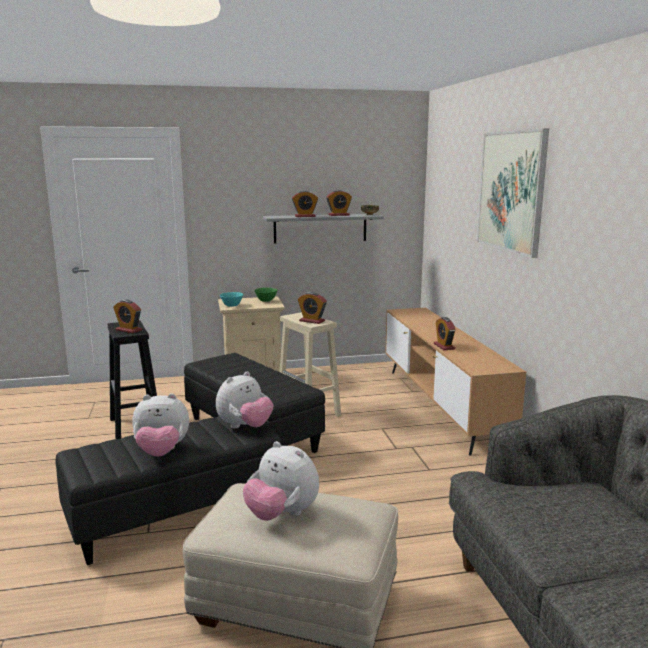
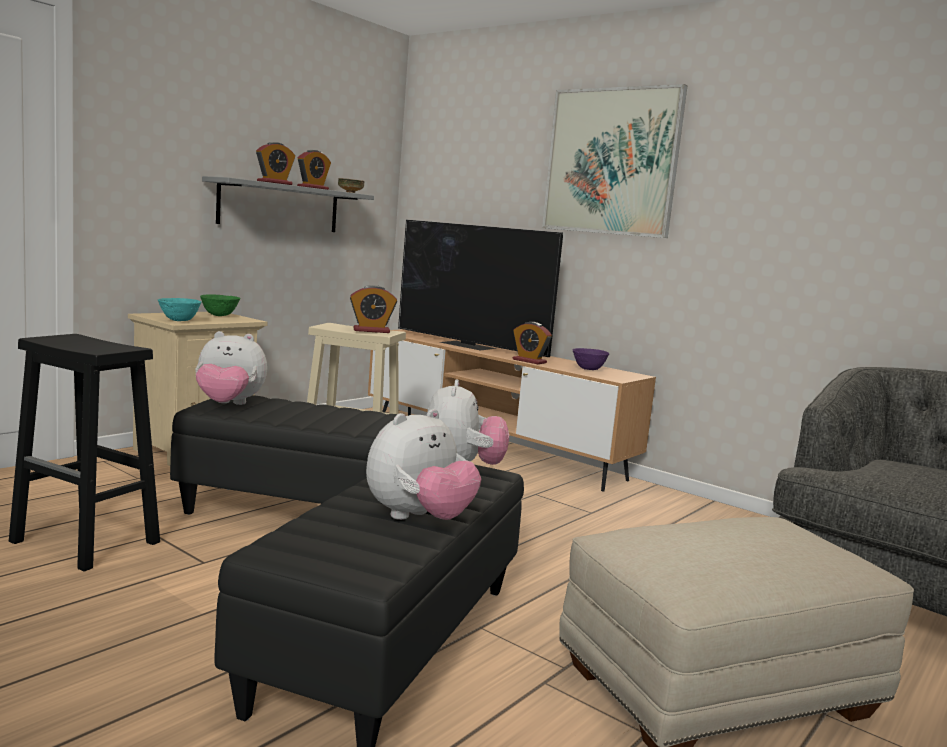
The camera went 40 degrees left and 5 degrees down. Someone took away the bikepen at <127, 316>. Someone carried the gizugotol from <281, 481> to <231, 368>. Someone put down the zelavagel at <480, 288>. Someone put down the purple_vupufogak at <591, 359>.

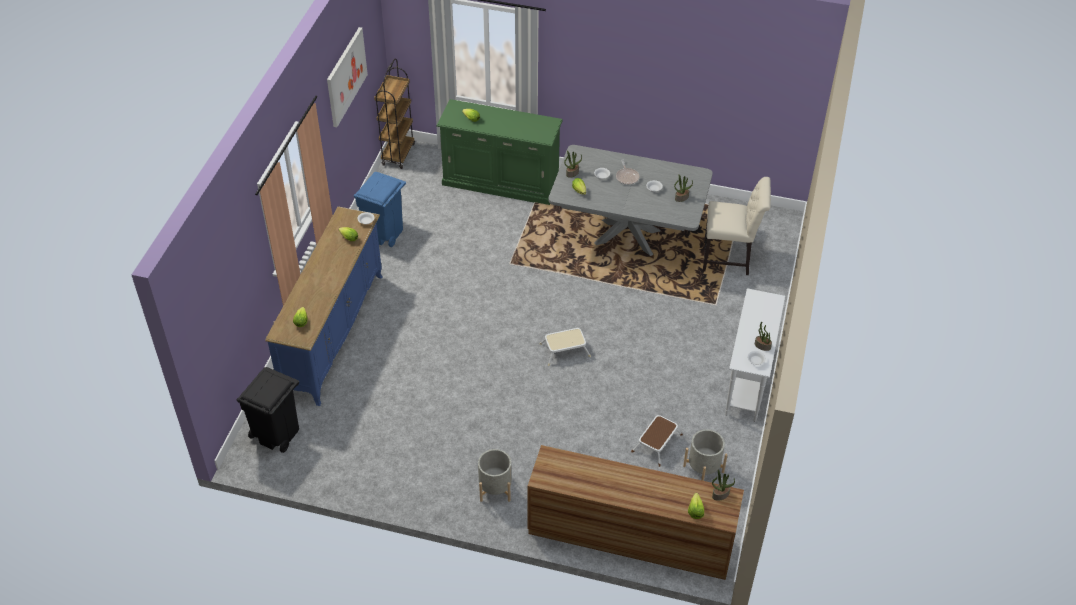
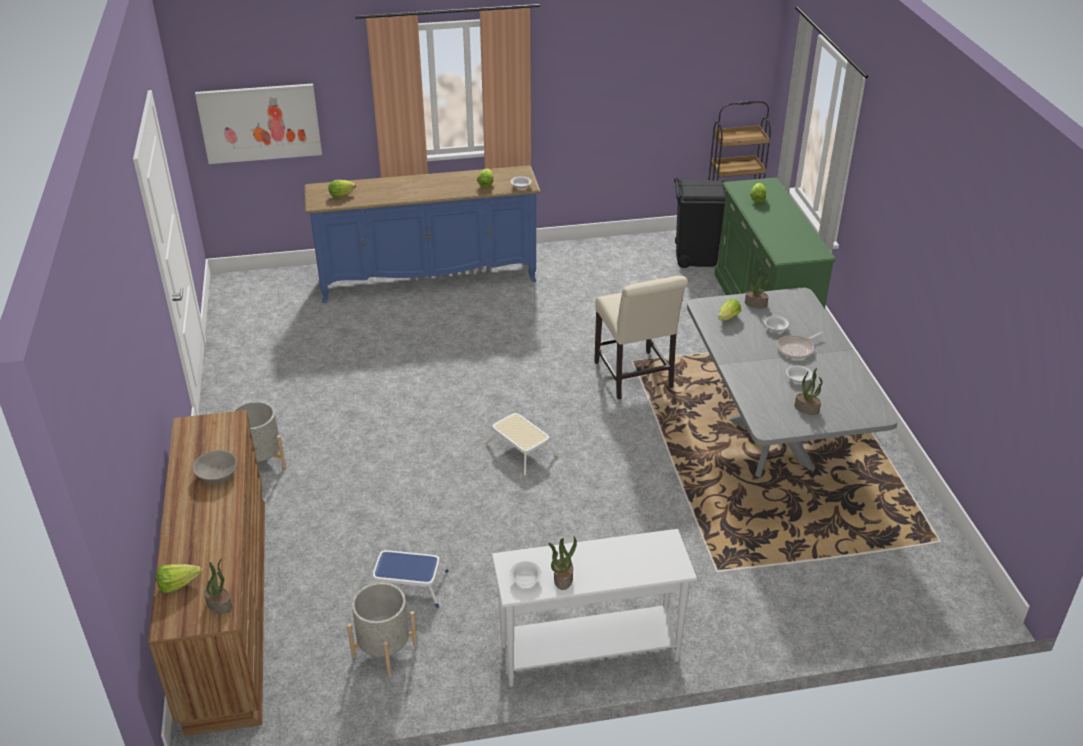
The camera went 65 degrees right and 10 degrees down. Someone carried the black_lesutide from <267, 410> to <700, 223>. Someone carried the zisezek from <347, 77> to <258, 123>. Someone took away the blue_lesutide at <380, 209>. Someone repainted the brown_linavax at <657, 441>, which became the blue_linavax at <411, 579>. Someone carried the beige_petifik from <737, 226> to <641, 337>. Someone put down the grey_vupufogak at <215, 466>.

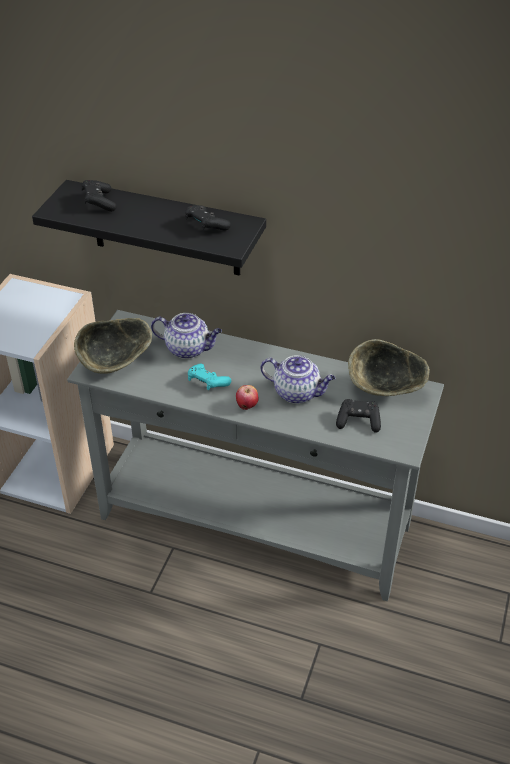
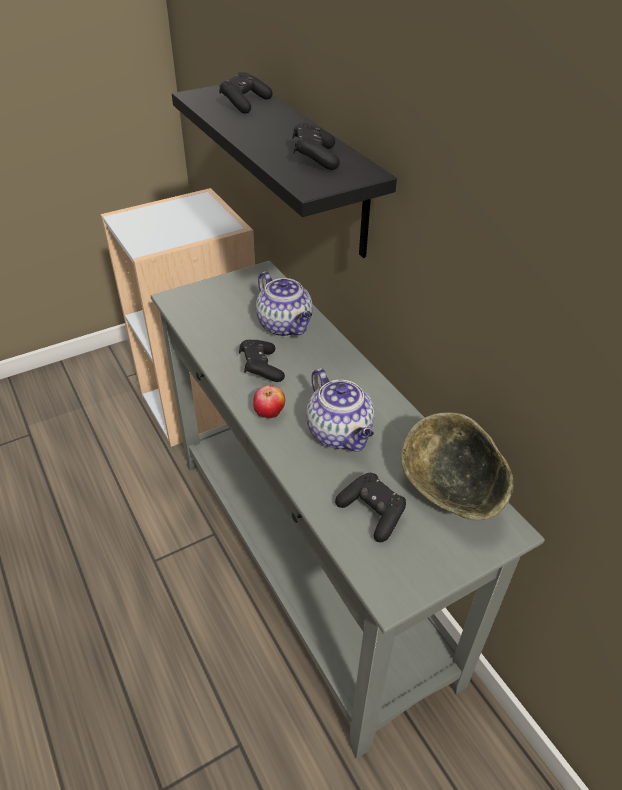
The camera went 40 degrees right and 0 degrees up. Someone took away the vupufogak at <113, 346>. Someone repainted the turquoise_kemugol at <209, 377>, which became the black_kemugol at <262, 361>.

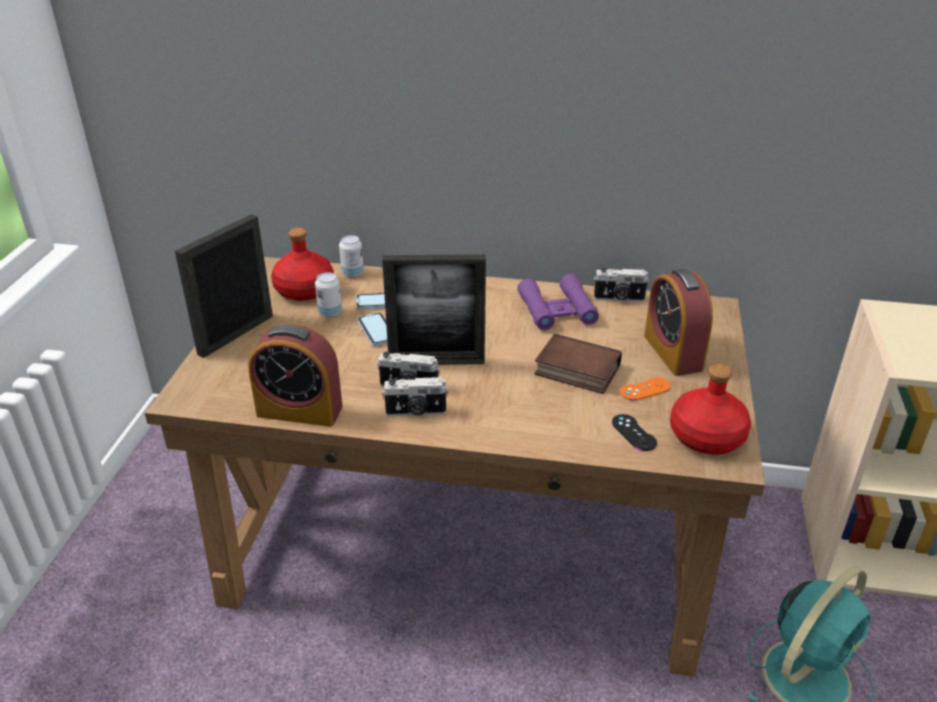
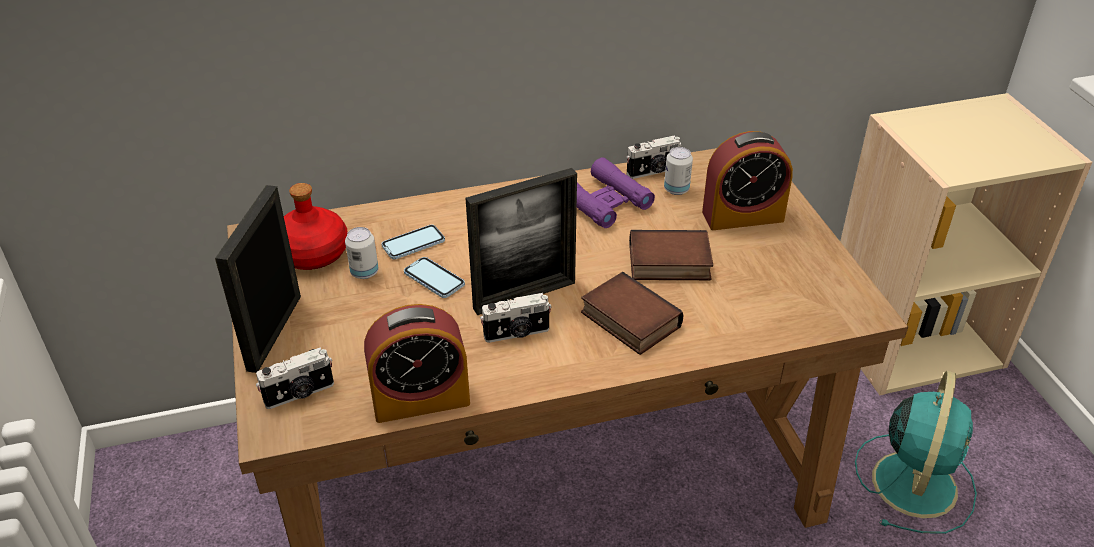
The camera went 25 degrees left and 5 degrees up. Someone carried the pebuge from <351, 256> to <678, 171>. Someone carried the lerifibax from <415, 396> to <295, 378>. Someone took away the black_kemugol at <634, 432>. Someone took away the orange_kemugol at <645, 389>. Someone rotated the bikepen at <678, 322> by 60 degrees counterclockwise. Someone took away the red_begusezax at <710, 409>. Someone put down the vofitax at <632, 313>.

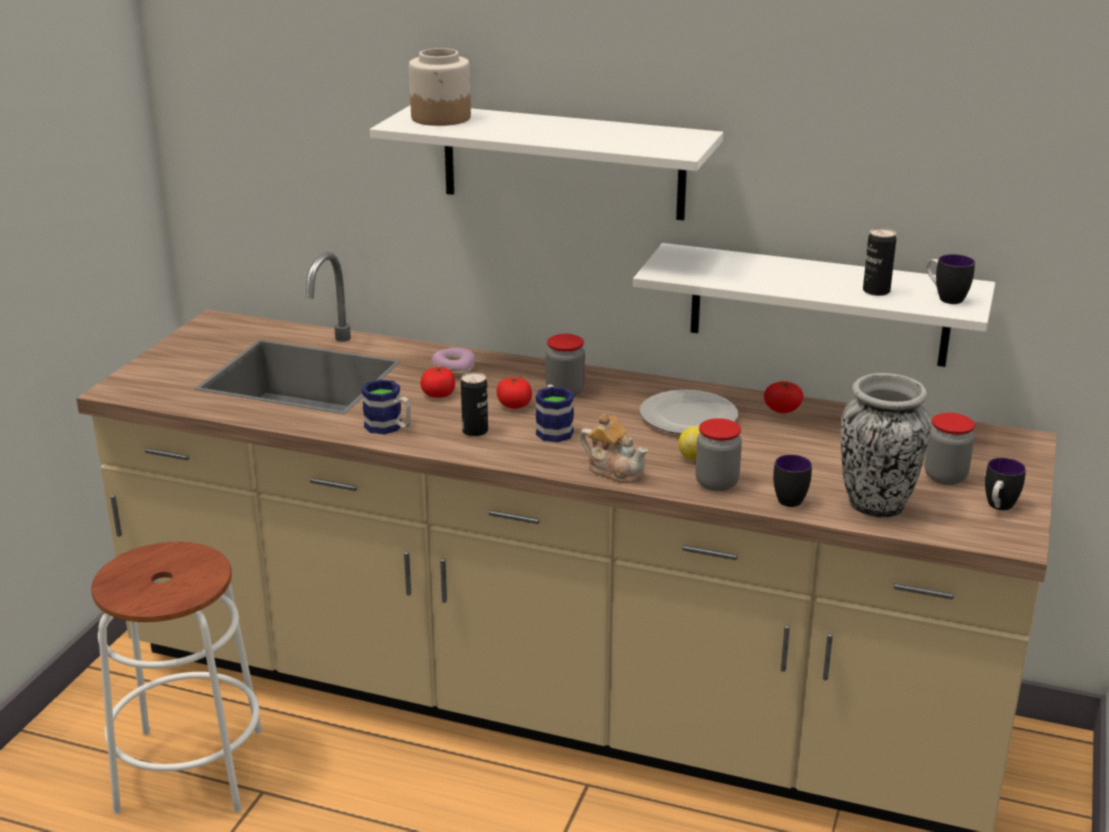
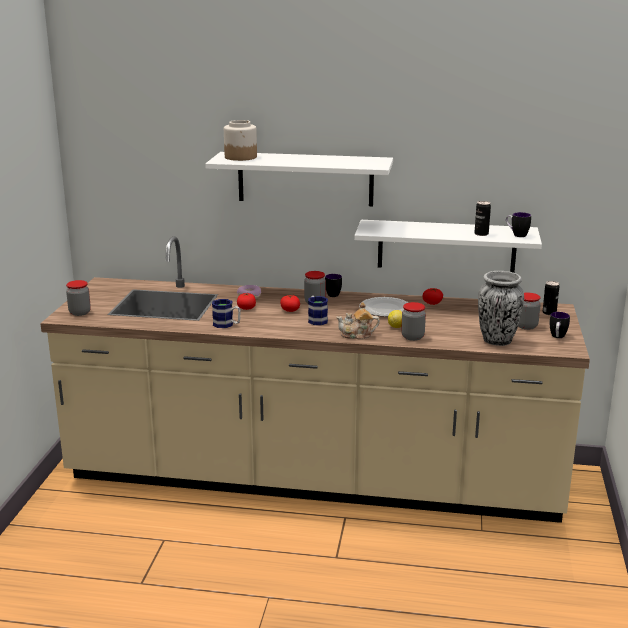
The camera went 10 degrees left and 5 degrees down. Someone took away the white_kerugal at <176, 678>. Someone carried the pebuge from <474, 404> to <551, 298>. Someone rotated the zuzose at <614, 448> by 150 degrees clockwise. Someone carried the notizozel from <792, 481> to <333, 285>. Someone put down the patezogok at <78, 298>.

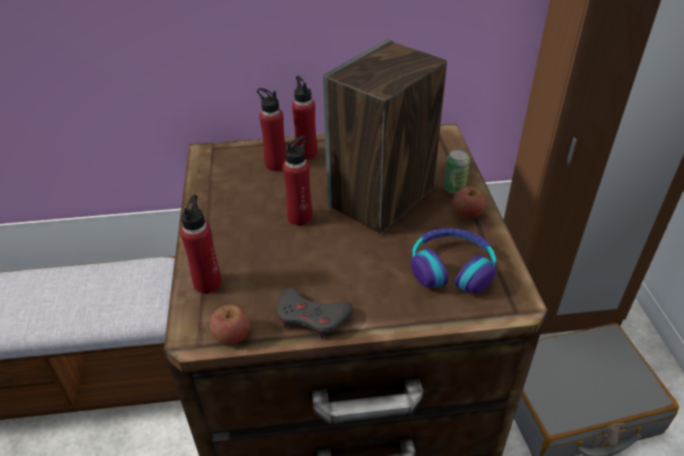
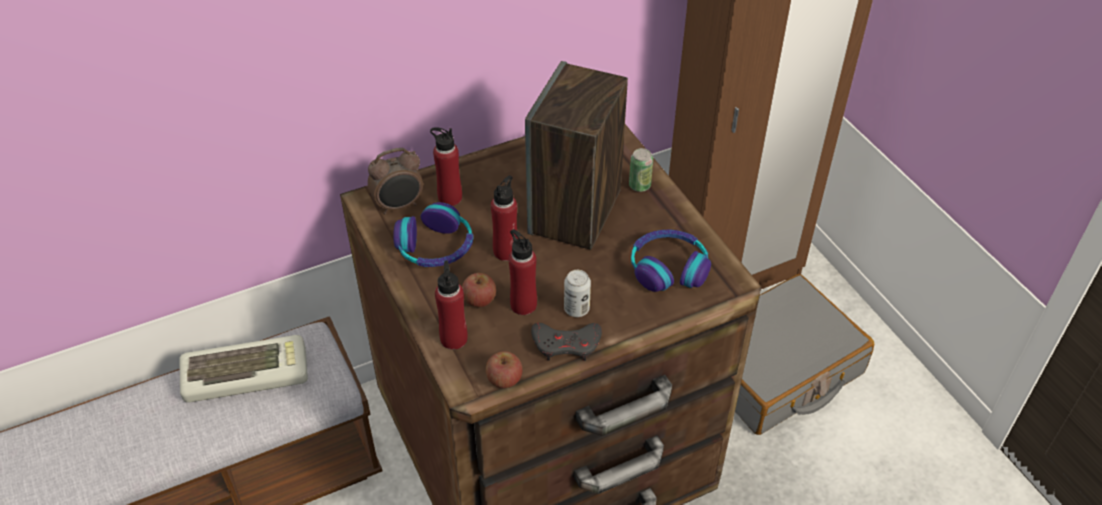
The camera went 20 degrees left and 5 degrees up. Someone carried the red_begusezax from <305, 118> to <522, 272>. Someone carried the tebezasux from <469, 202> to <479, 290>. Someone put down the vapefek at <243, 369>. Someone put down the bikepen at <395, 181>. Someone put down the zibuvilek at <433, 234>. Someone put down the pebuge at <577, 293>.

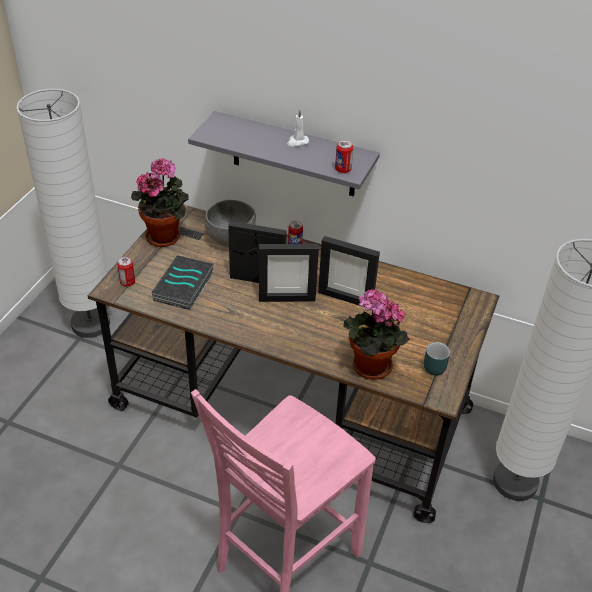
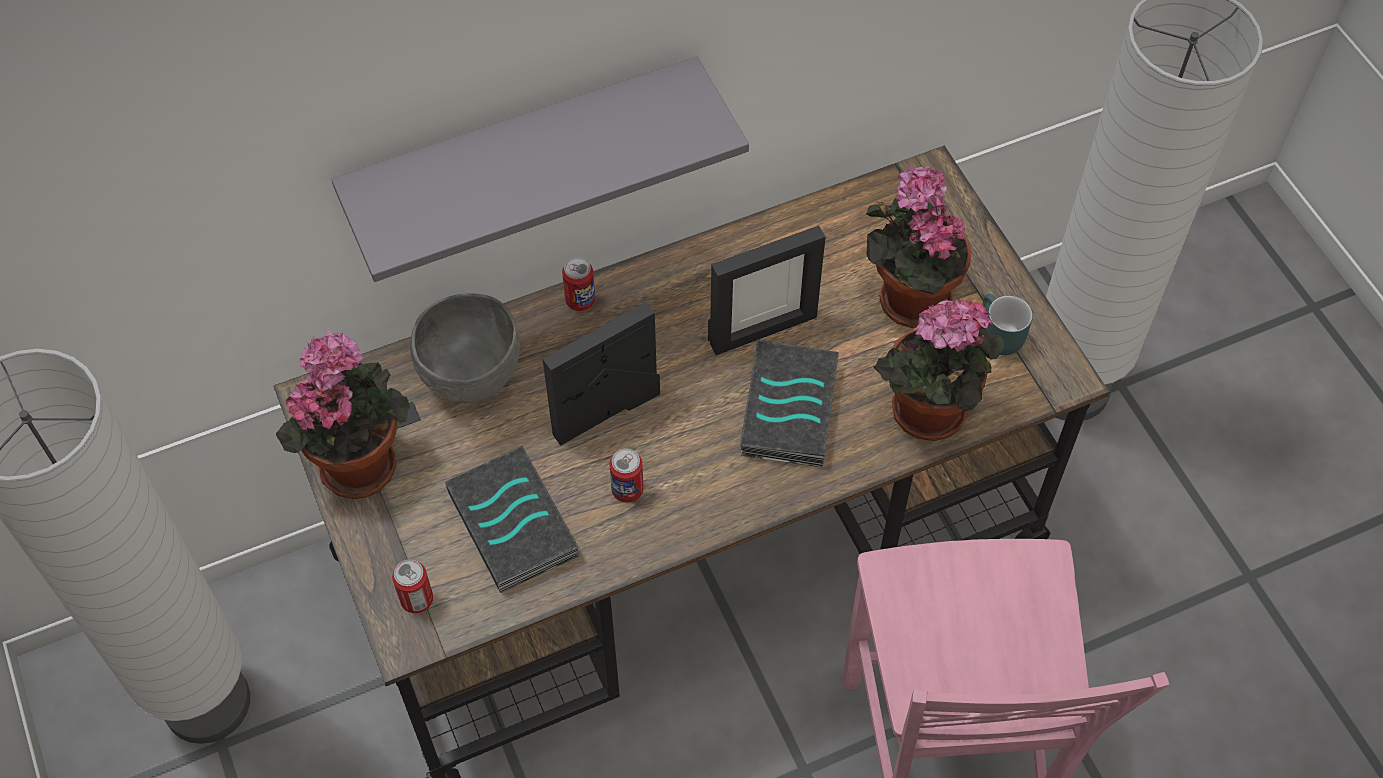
The camera went 45 degrees left and 15 degrees up. Someone took away the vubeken at <289, 273>. Someone took away the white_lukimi at <298, 128>. Someone carried the pebuge from <344, 156> to <626, 475>. Someone put down the vofitax at <789, 403>. Someone put down the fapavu at <918, 247>.

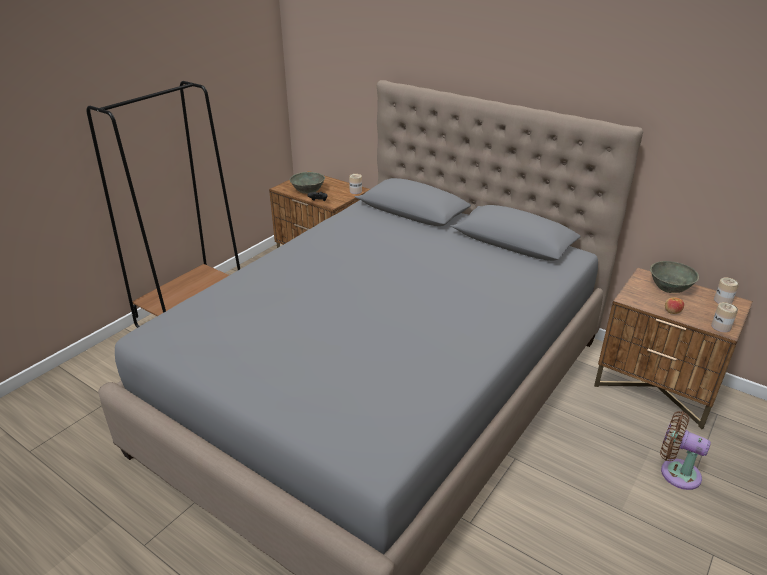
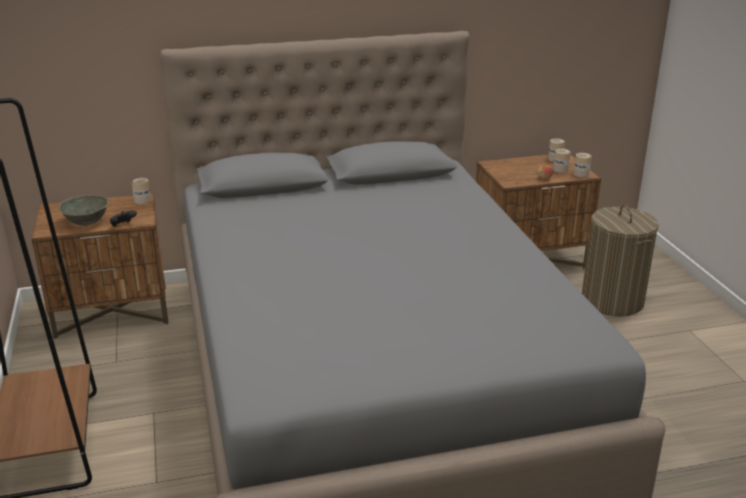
The camera went 50 degrees left and 5 degrees down. Someone took away the grey_vupufogak at <674, 277>. Someone swapped the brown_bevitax at <685, 450> for the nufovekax at <620, 261>. Someone put down the pebuge at <562, 161>.

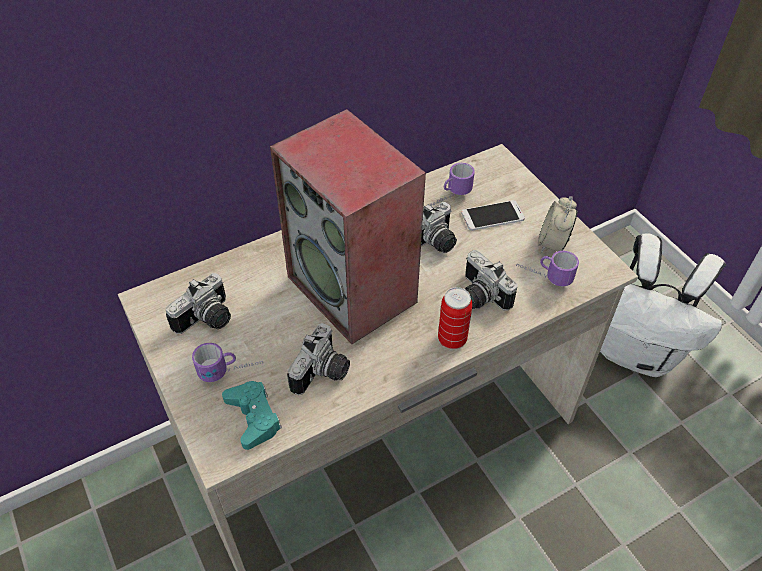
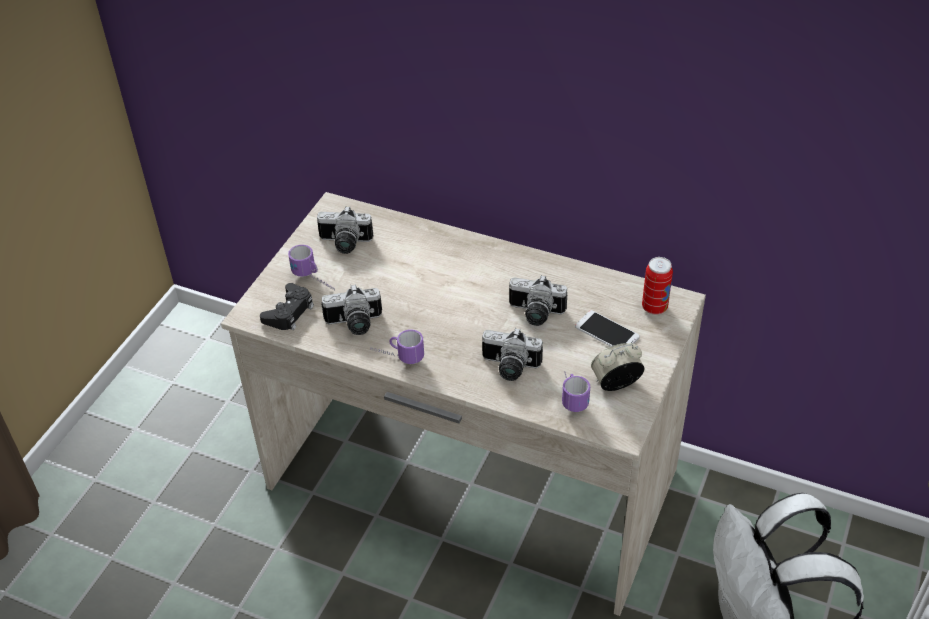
The camera went 55 degrees right and 5 degrees down. Someone repainted the turquoise_kemugol at <252, 415>, which became the black_kemugol at <287, 306>. Someone took away the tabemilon at <348, 226>. Someone carried the notizozel from <452, 184> to <397, 346>. Someone carried the pebuge from <455, 318> to <657, 286>. Someone rotated the lerifibax at <491, 280> by 90 degrees counterclockwise.

